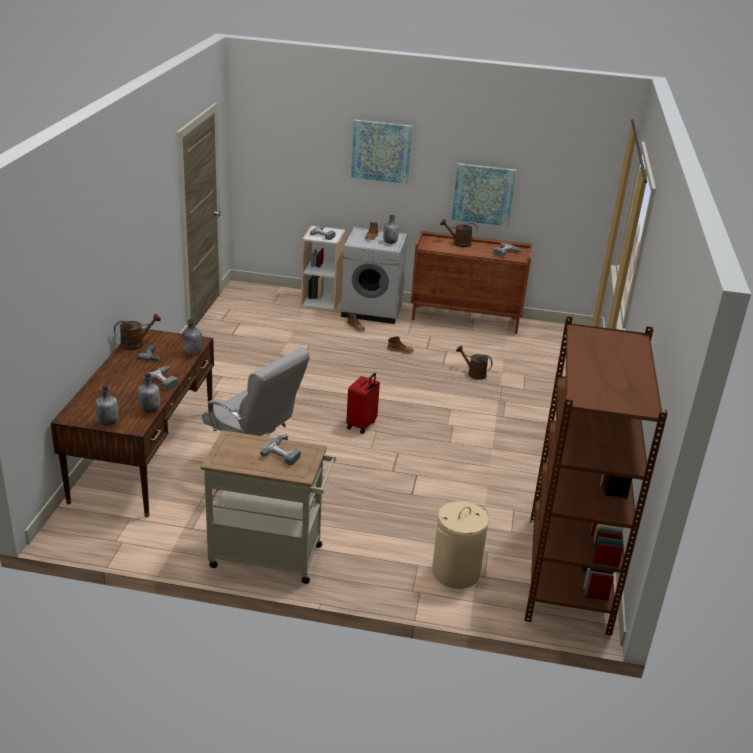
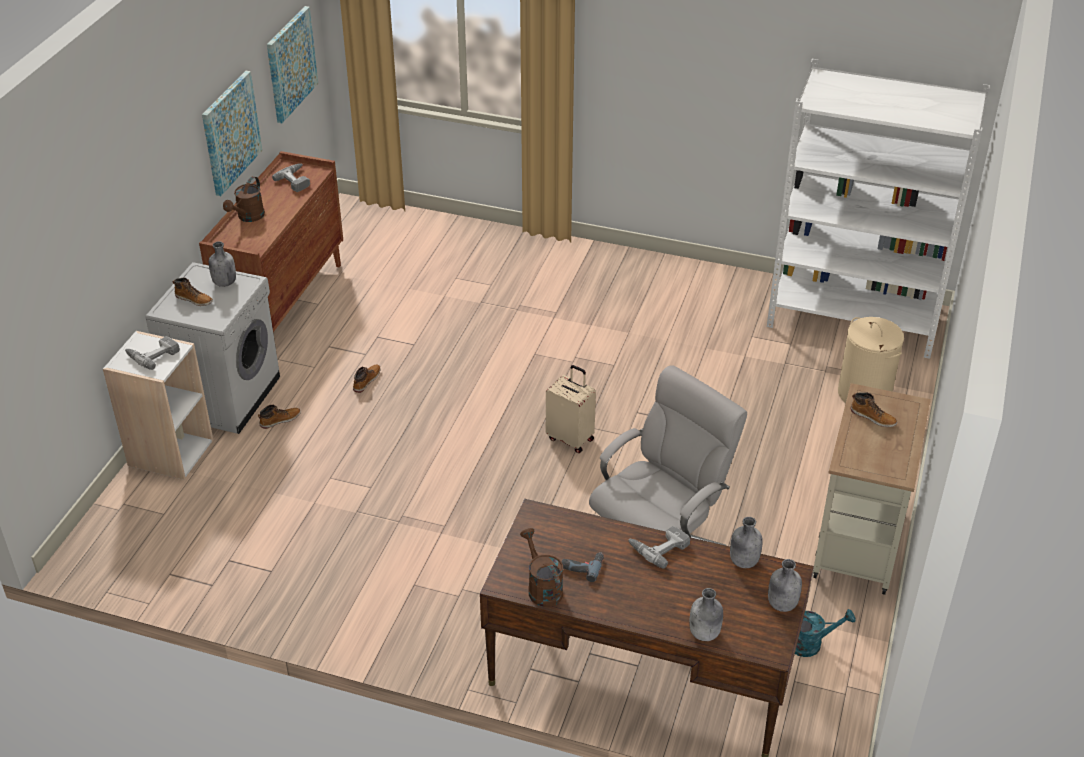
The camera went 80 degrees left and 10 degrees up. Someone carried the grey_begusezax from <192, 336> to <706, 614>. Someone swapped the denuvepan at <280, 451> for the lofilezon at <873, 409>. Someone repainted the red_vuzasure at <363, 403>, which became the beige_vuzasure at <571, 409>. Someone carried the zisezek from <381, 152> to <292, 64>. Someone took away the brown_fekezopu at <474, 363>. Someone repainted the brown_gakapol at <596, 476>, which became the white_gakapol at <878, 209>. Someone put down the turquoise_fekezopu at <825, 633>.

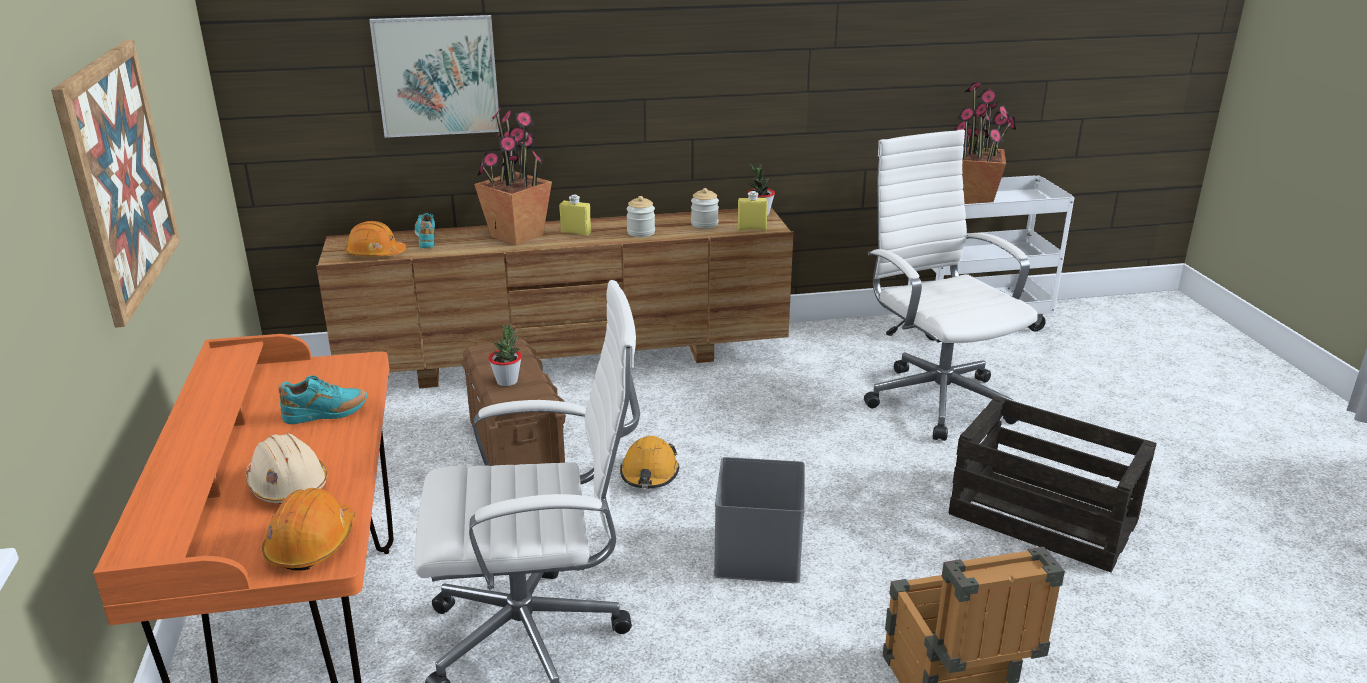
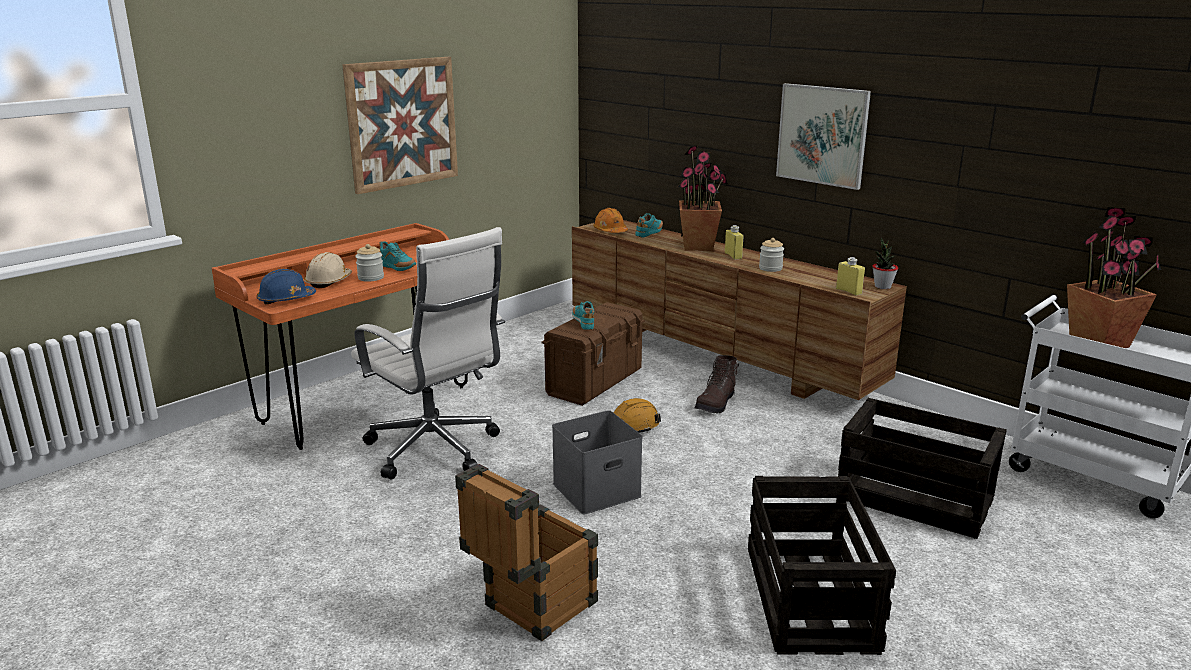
The camera went 55 degrees right and 5 degrees down. Someone repainted the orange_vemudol at <308, 529>, which became the blue_vemudol at <286, 287>. Someone carried the zisezek from <434, 76> to <823, 136>. Someone swapped the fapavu at <505, 355> for the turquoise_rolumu at <583, 315>. Someone carried the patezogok from <705, 208> to <369, 263>. Someone swapped the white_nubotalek at <951, 285> for the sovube at <922, 468>. Someone put down the brown_lofilezon at <717, 384>.

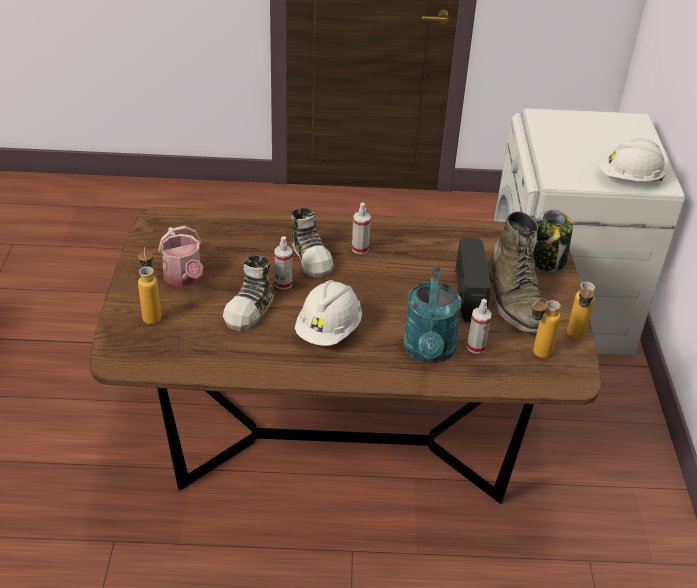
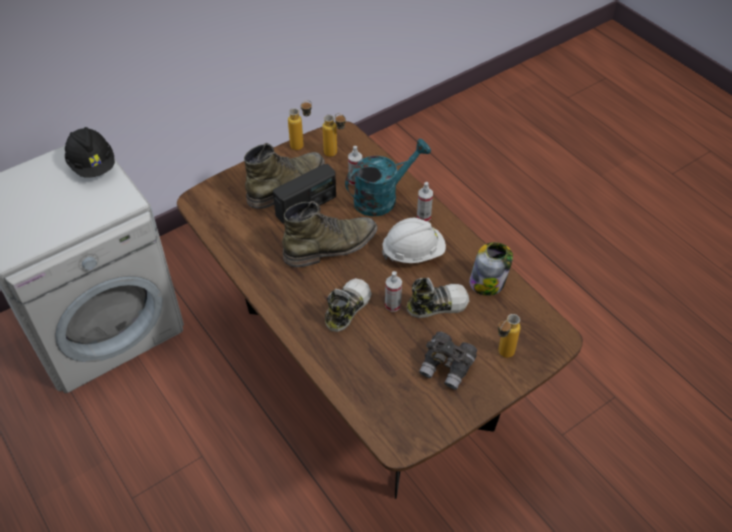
The camera went 125 degrees left and 10 degrees up. Someone swapped the fekezopu at <181, 256> for the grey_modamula at <448, 361>. Someone carried the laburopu from <361, 228> to <425, 202>. Someone carried the patezogok from <553, 241> to <491, 269>. Someone repainted the white_vemudol at <632, 160>, which became the black_vemudol at <90, 152>. Someone put down the green_lofilezon at <329, 234>.

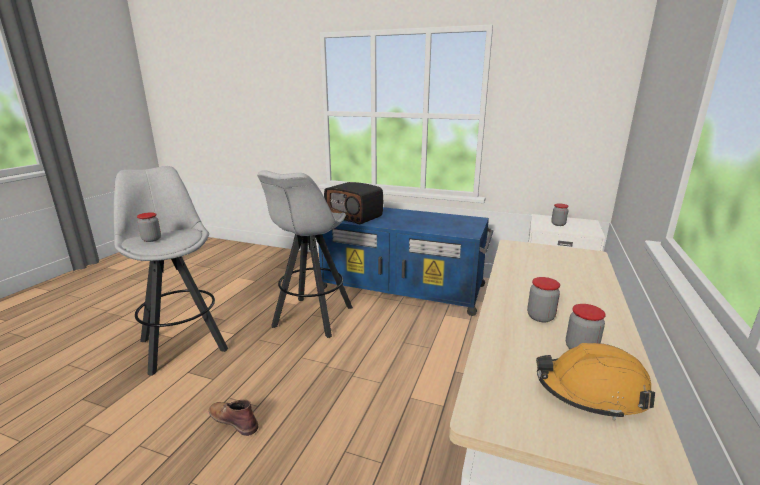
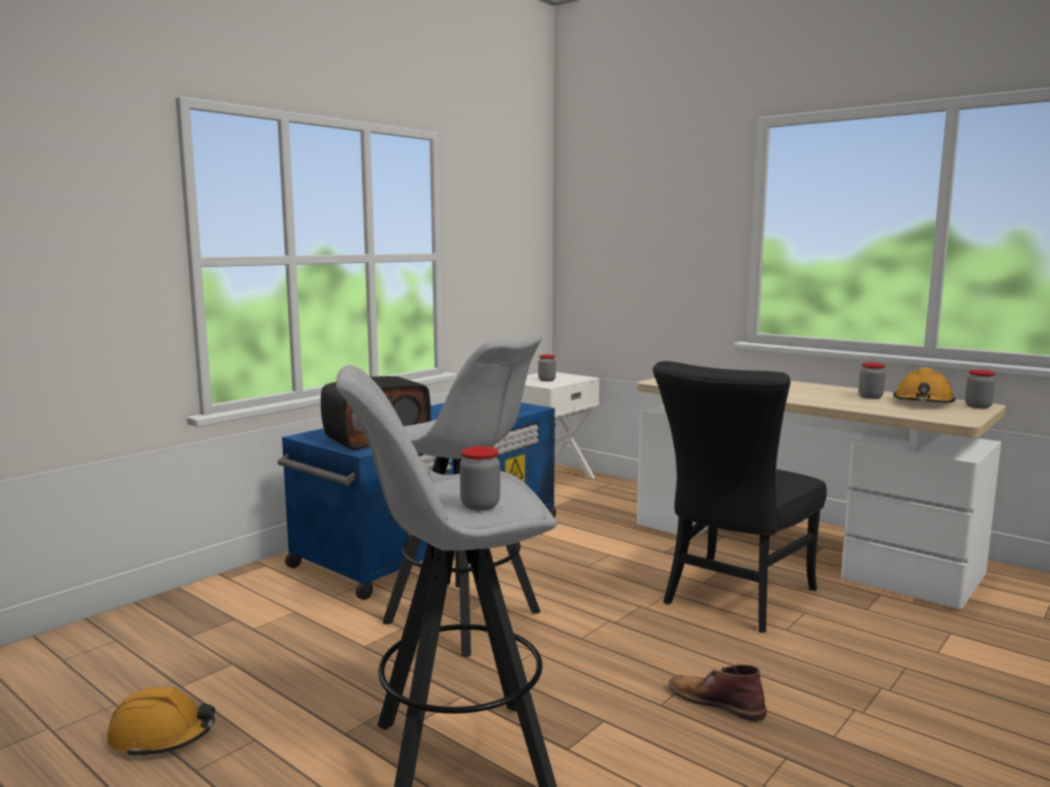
The camera went 70 degrees left and 10 degrees down. Someone rotated the brown_lofilezon at <233, 417> by 75 degrees clockwise. Someone carried the patezogok from <543, 299> to <980, 389>. Someone put down the orange_vemudol at <160, 723>. Someone put down the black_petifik at <739, 497>.

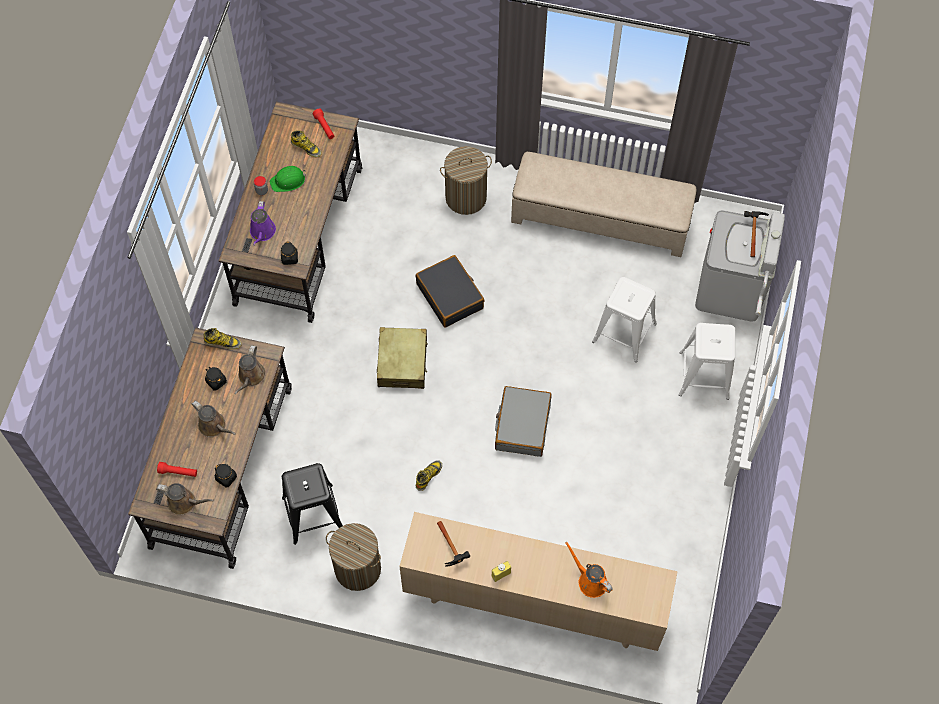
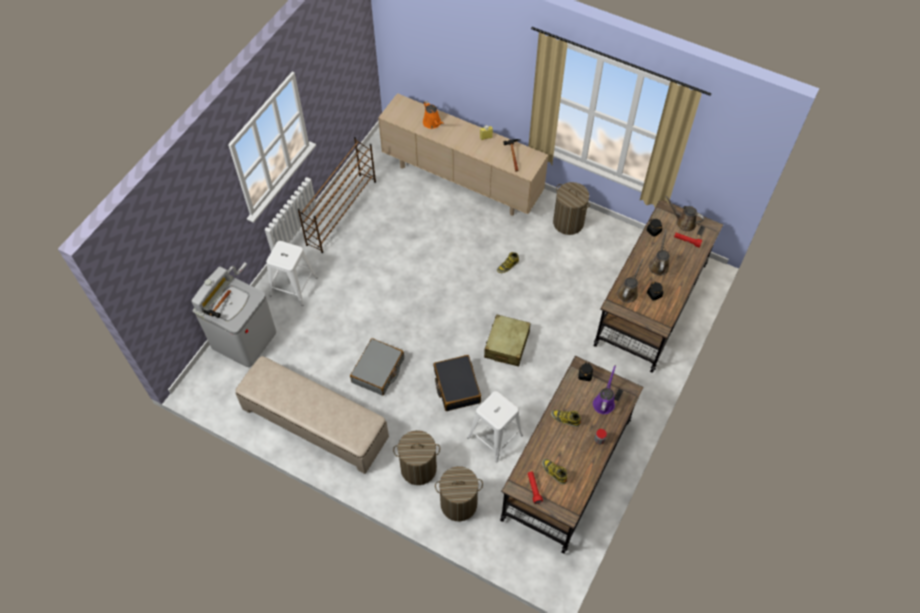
The camera went 165 degrees left and 5 degrees down. Someone rotated the brown_fekezopu at <214, 419> by 45 degrees clockwise. Someone carried the lofilezon from <223, 338> to <566, 418>. Someone took away the green_vemudol at <288, 179>. Someone took away the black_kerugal at <312, 504>. Someone carried the grey_vuzasure from <523, 421> to <377, 367>. Someone carried the white_kerugal from <624, 319> to <495, 427>. Someone put down the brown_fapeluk at <337, 195>. Someone put down the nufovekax at <459, 493>.

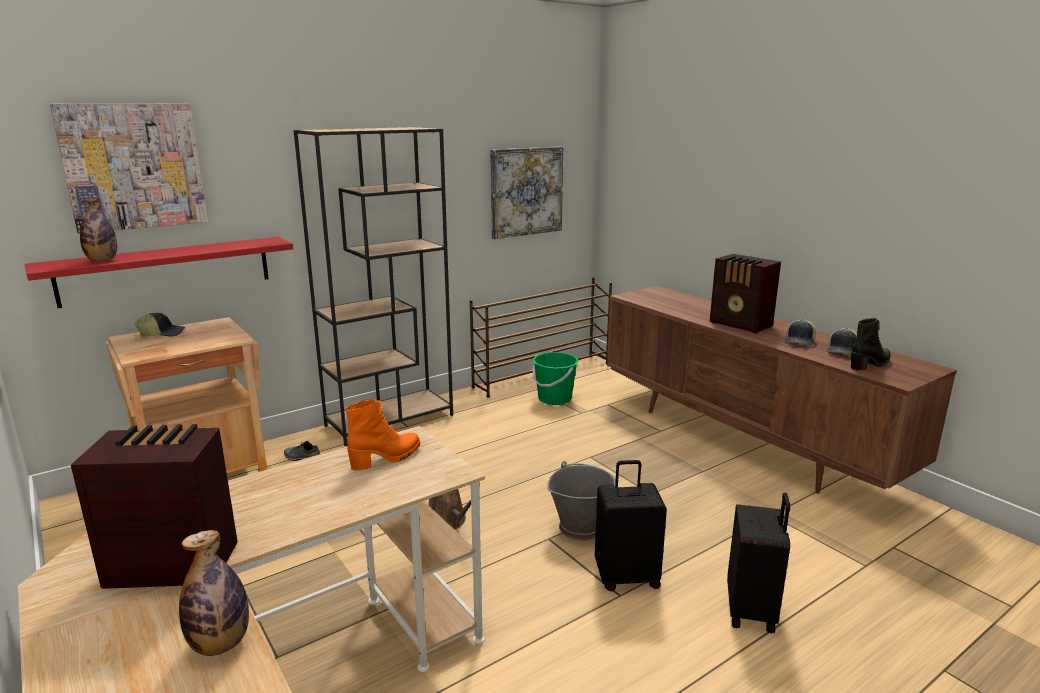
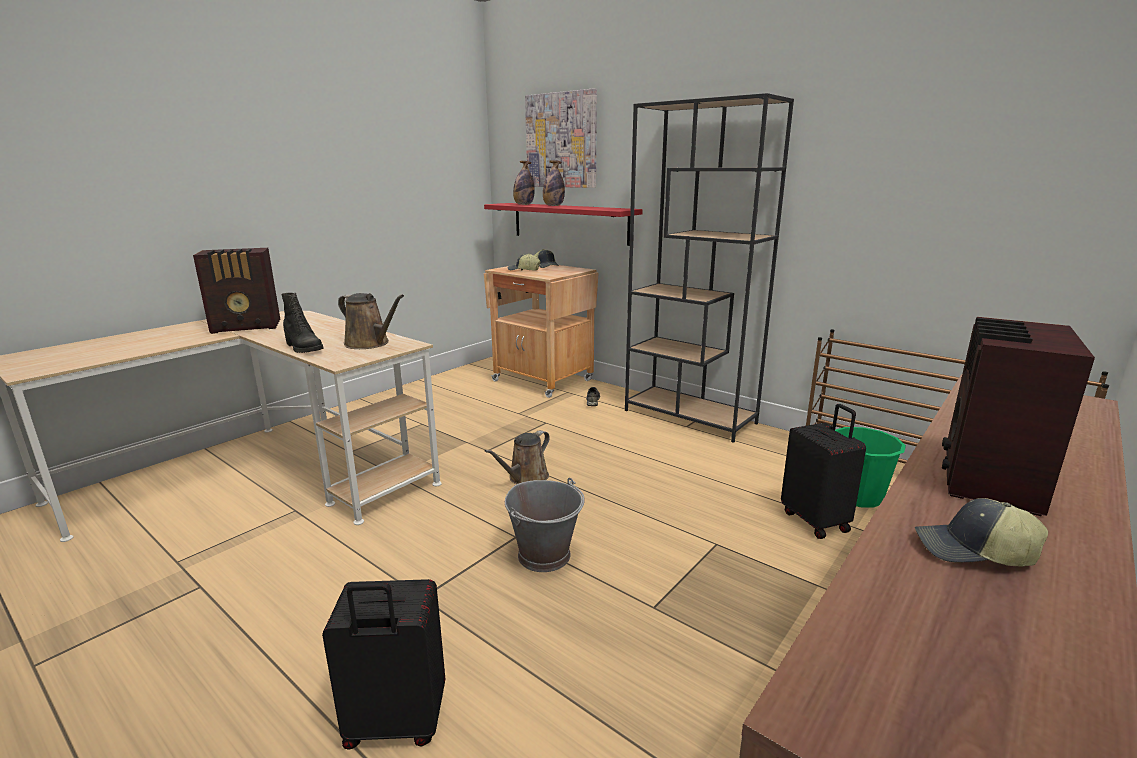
The camera went 75 degrees right and 0 degrees up. Someone rotated the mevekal at <154, 506> by 90 degrees clockwise. Someone carried the begusezax from <214, 593> to <554, 183>. Someone swapped the orange_lofilezon at <382, 435> for the brown_fekezopu at <371, 321>. Someone took away the zisezek at <526, 192>. Someone carried the black_vuzasure from <631, 525> to <823, 471>. Someone carried the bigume from <842, 342> to <524, 262>. Someone carried the black_lofilezon from <871, 344> to <302, 323>.

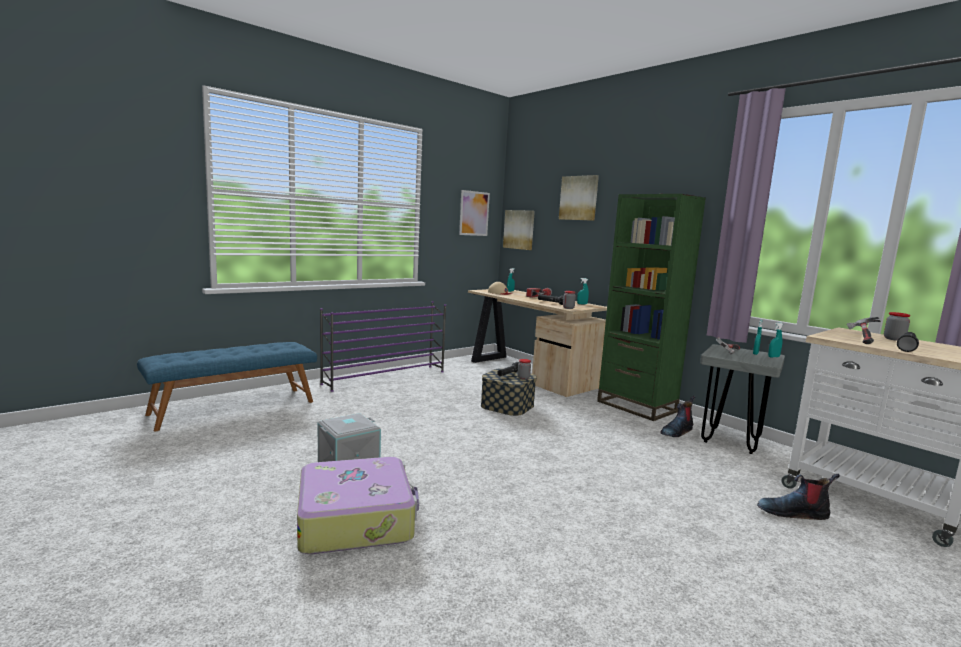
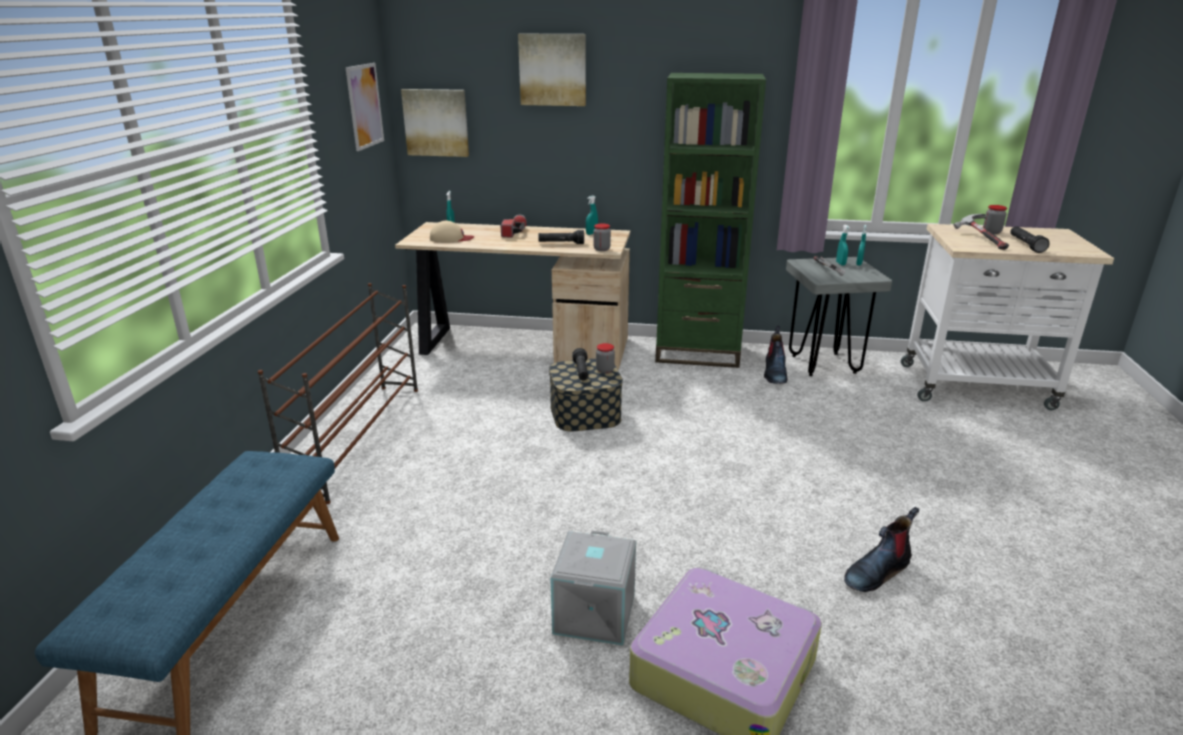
The camera went 40 degrees left and 15 degrees up. Someone repainted the purple_fapeluk at <383, 346>, which became the brown_fapeluk at <338, 393>. Someone carried the lofilezon from <798, 497> to <881, 549>.

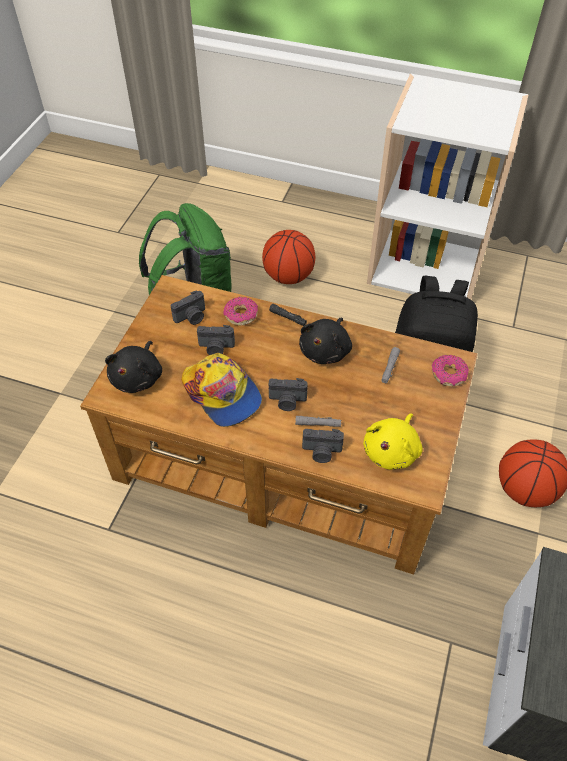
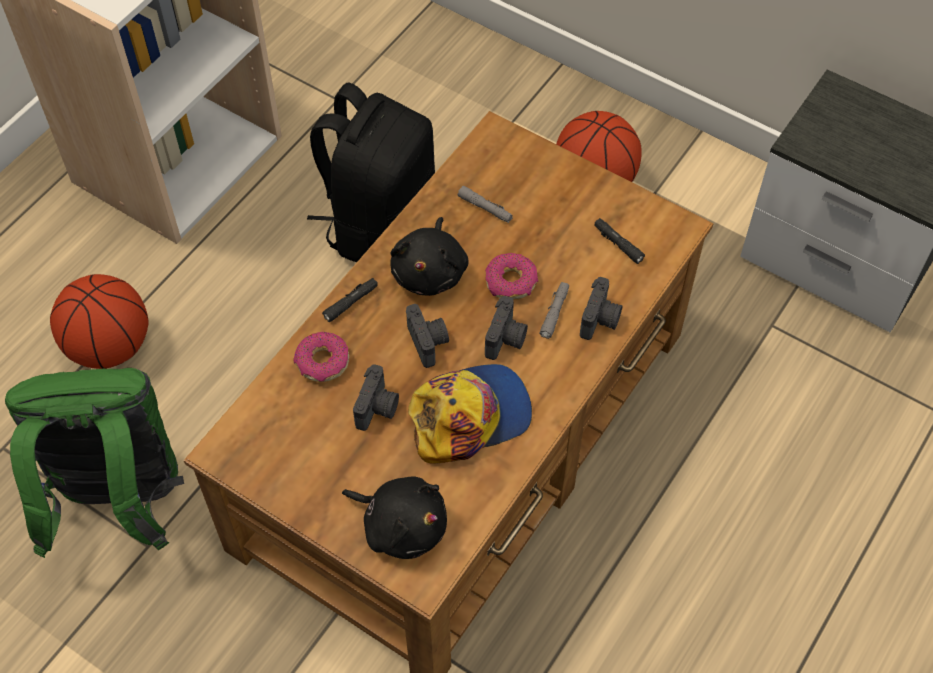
The camera went 75 degrees left and 5 degrees up. Someone carried the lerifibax from <188, 308> to <427, 336>. Someone rotated the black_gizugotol at <325, 341> by 60 degrees clockwise. Someone swapped the yellow_gizugotol at <393, 441> for the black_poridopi at <620, 241>. Someone carried the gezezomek from <450, 370> to <511, 276>.

